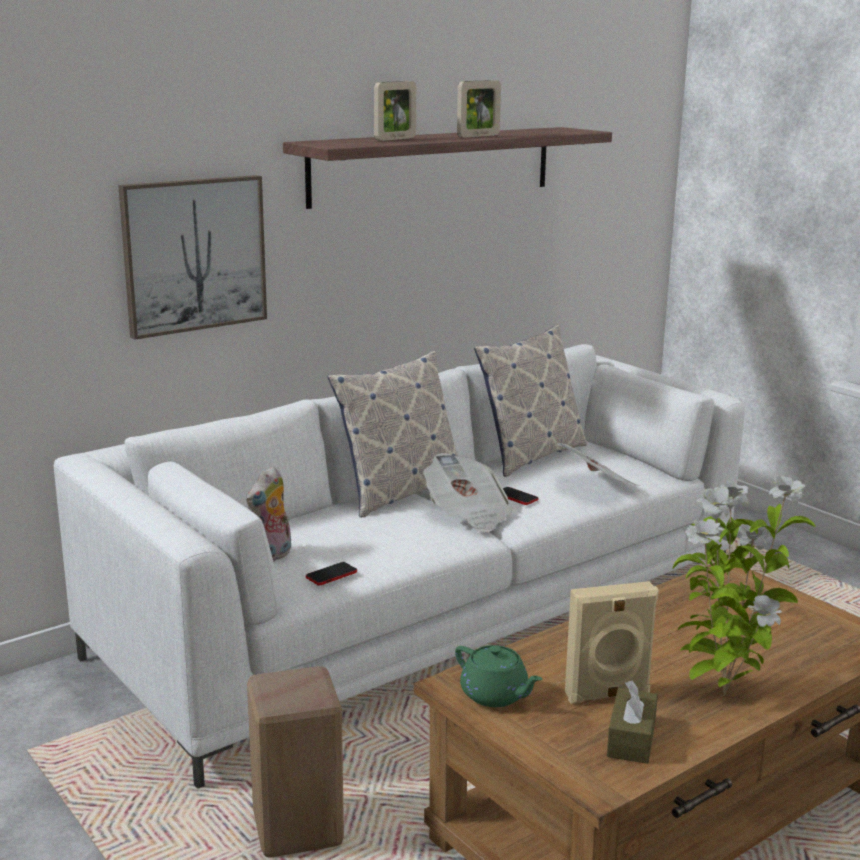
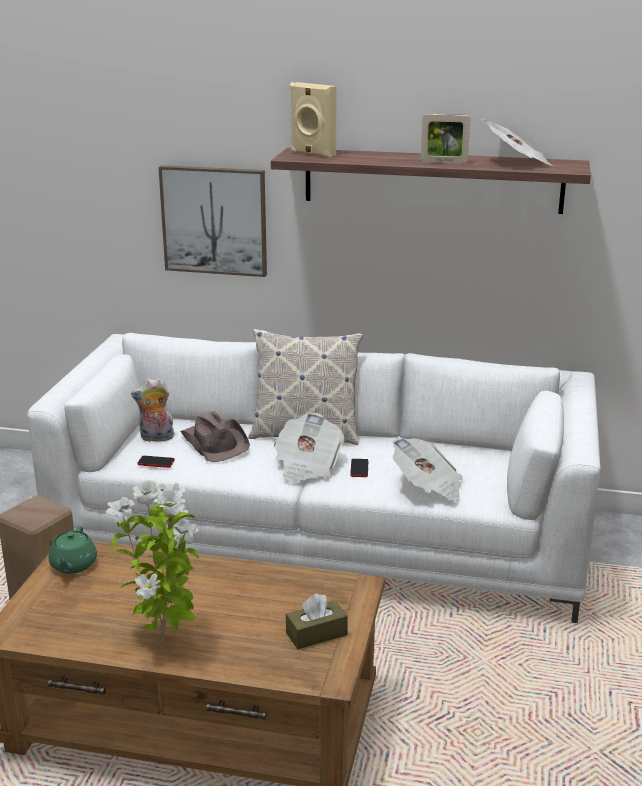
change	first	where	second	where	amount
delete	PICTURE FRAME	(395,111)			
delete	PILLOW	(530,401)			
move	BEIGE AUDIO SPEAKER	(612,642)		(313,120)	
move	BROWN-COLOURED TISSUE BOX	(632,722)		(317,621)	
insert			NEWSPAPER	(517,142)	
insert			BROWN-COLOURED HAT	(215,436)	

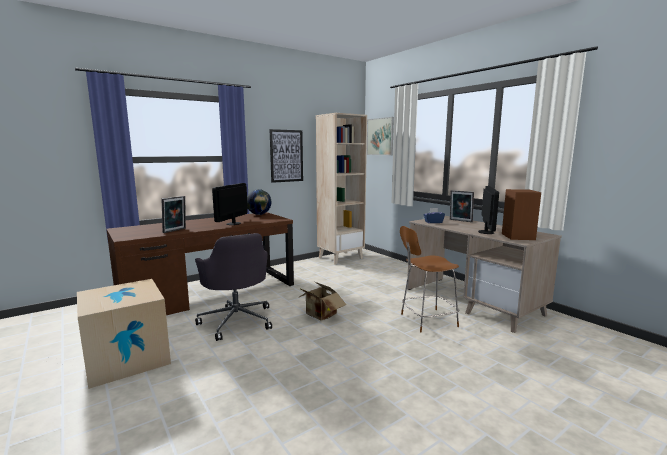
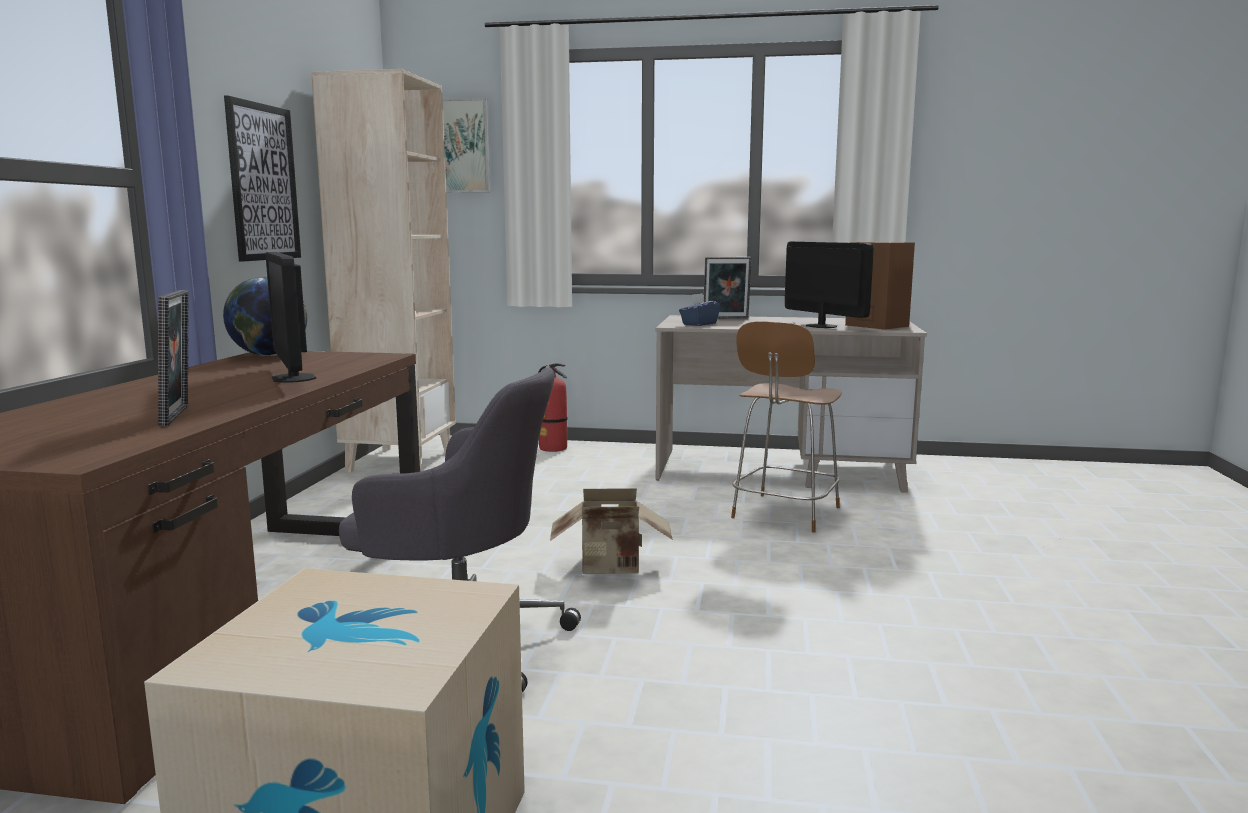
change	first	where	second	where	amount
insert			FIRE-FIGHTING CYLINDER	(552,407)	

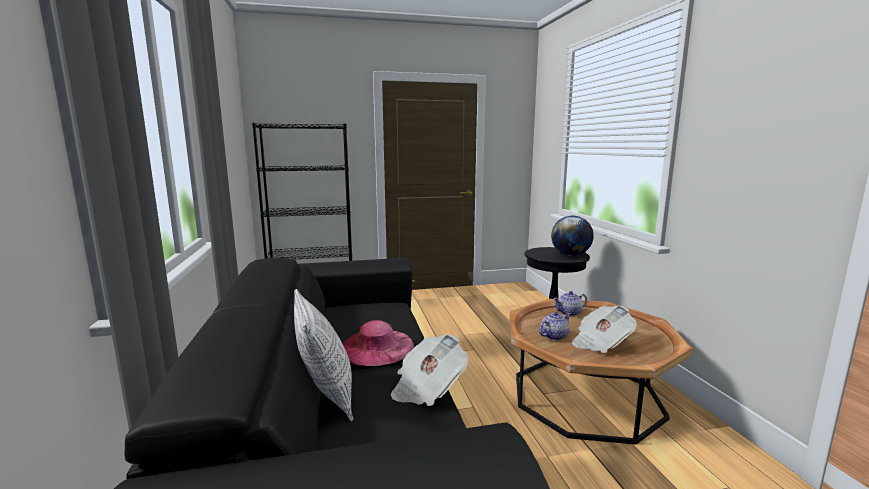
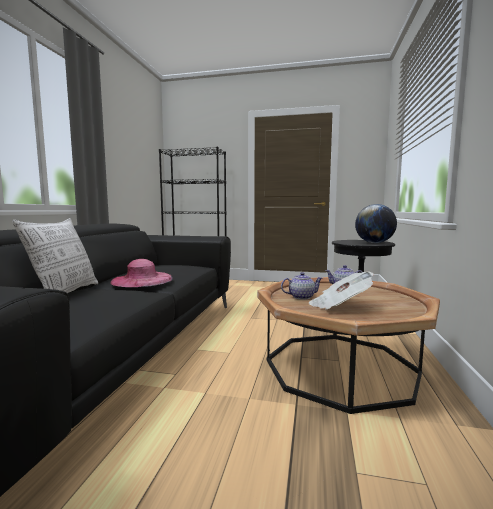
change	first	where	second	where	amount
delete	NEWSPAPER	(429,370)			

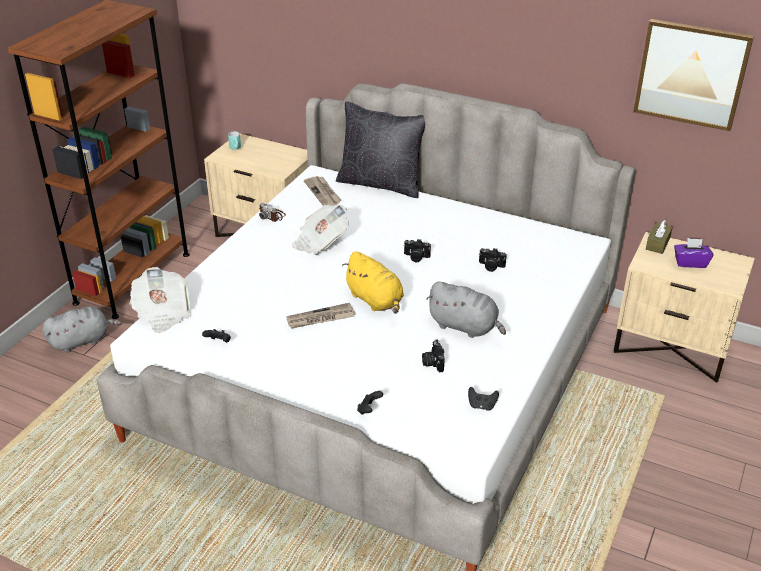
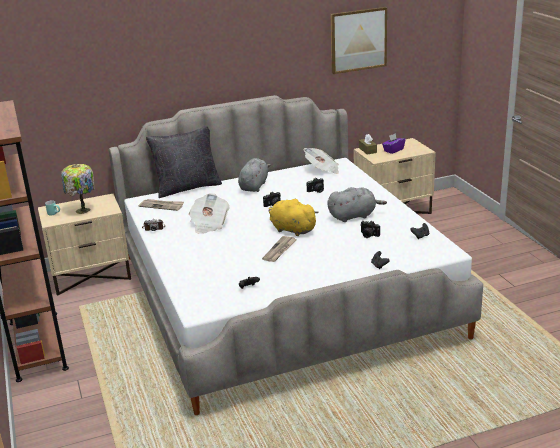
change	first	where	second	where	amount
rotate	YELLOW-COLOURED SOFT TOY	(373,282)		(294,217)	150 degrees counterclockwise
move	NEWSPAPER	(160,300)		(321,161)	
move	GREY SOFT TOY	(82,329)		(254,175)	
insert			LAMP FOR A TABLE	(78,189)	

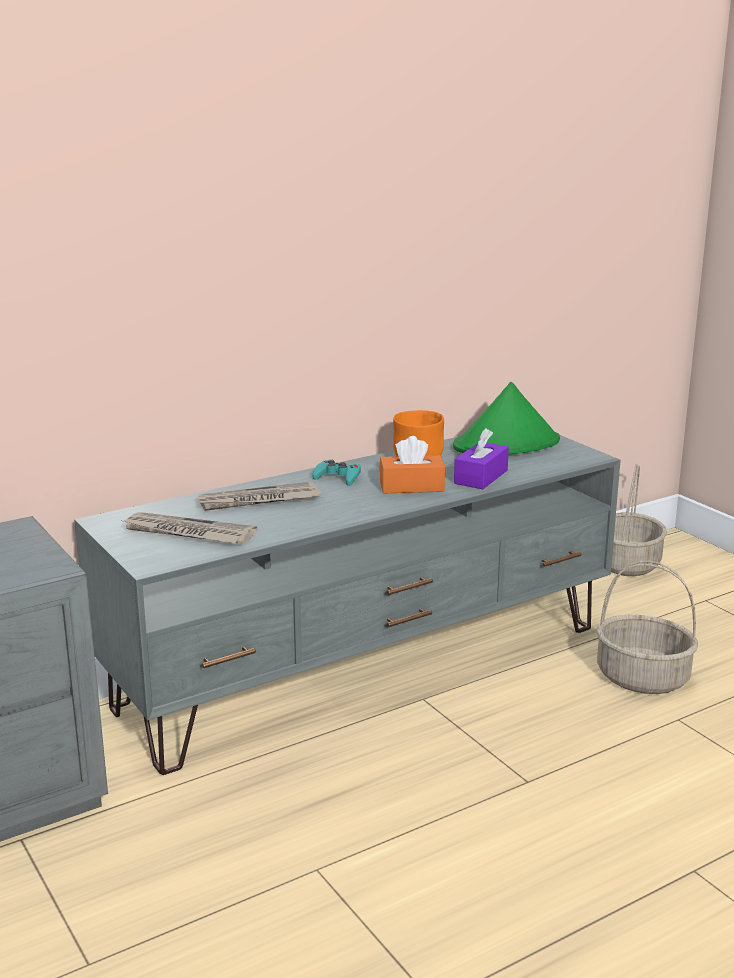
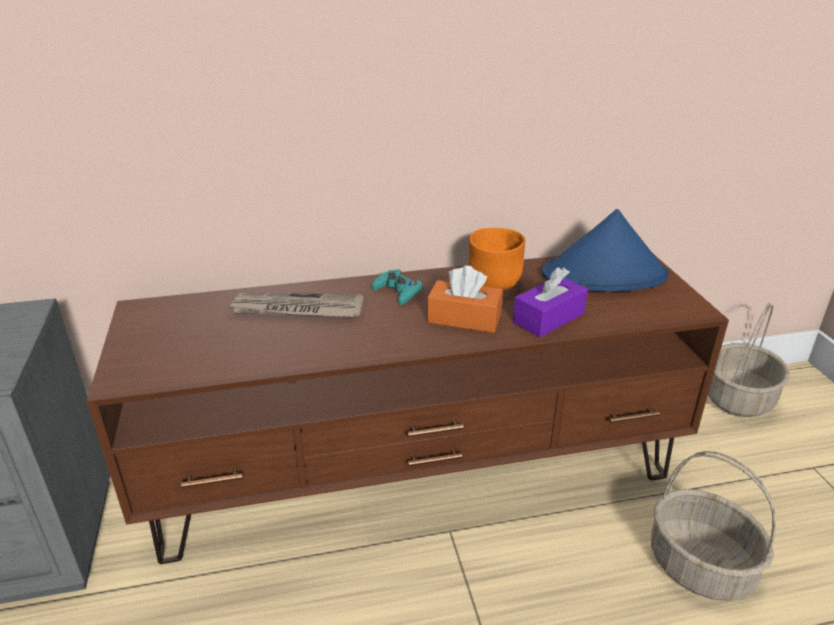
change	first	where	second	where	amount
recolor	GREENISH HAT	(506,418)	BLUE HAT	(605,250)	
recolor	GREY MEDIA CONSOLE	(347,605)	BROWN-COLOURED MEDIA CONSOLE	(408,410)	
delete	NEWSPAPER	(188,528)			

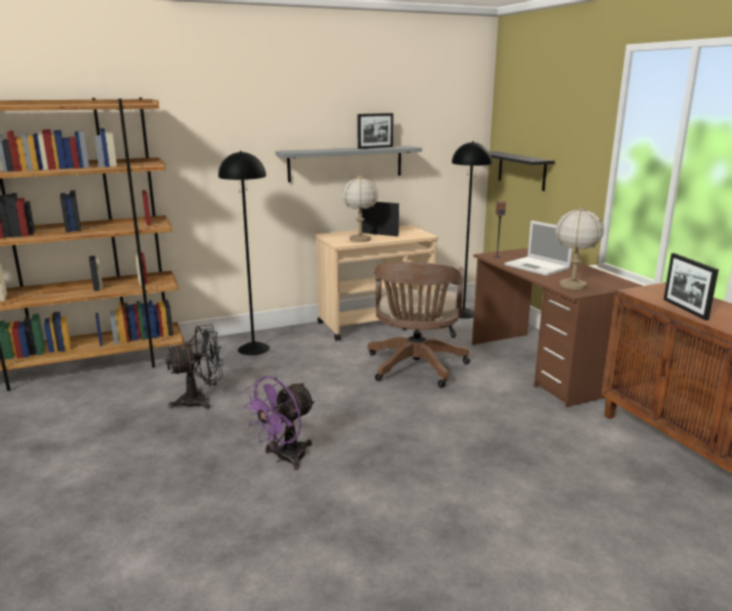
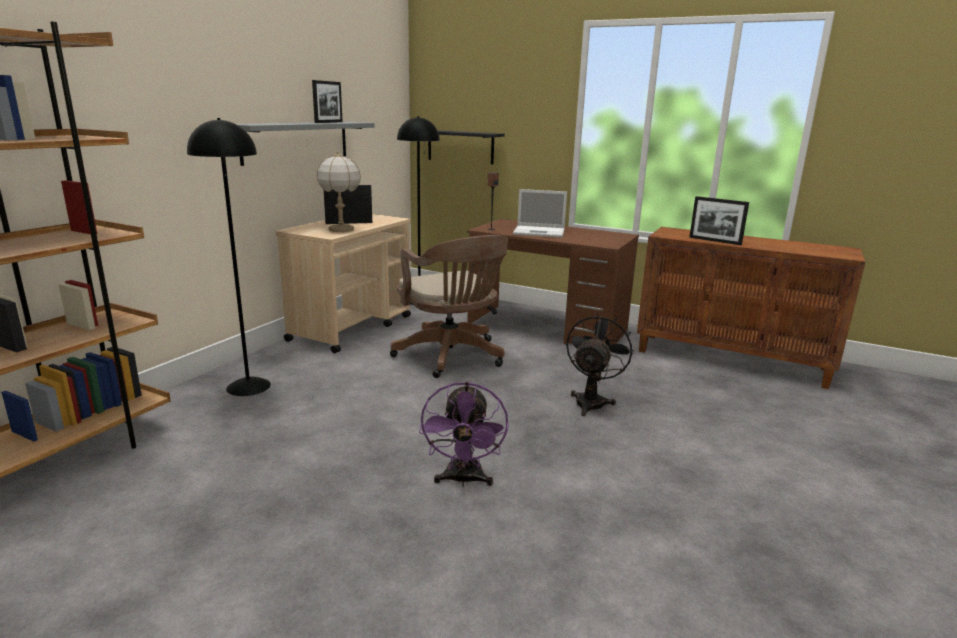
change	first	where	second	where	amount
delete	LAMP FOR A TABLE	(579,247)			
move	BLACK-COLOURED COOLING FAN	(194,366)		(600,364)	

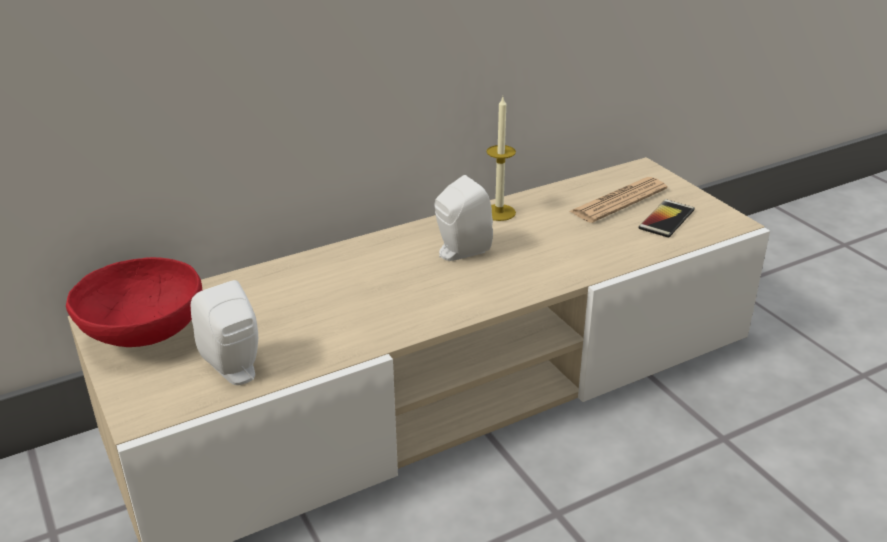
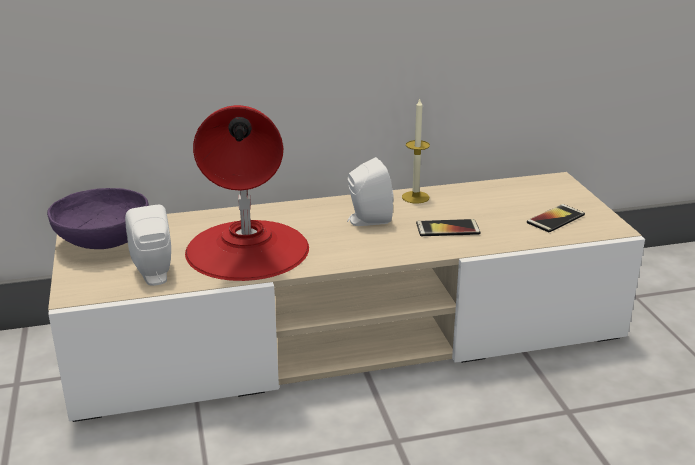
change	first	where	second	where	amount
delete	NEWSPAPER	(618,200)			
recolor	RED-COLOURED BOWL	(134,302)	PURPLE BOWL	(98,218)	
insert			RED-COLOURED LAMP FOR A TABLE	(247,193)	
insert			HANDSET	(448,227)	

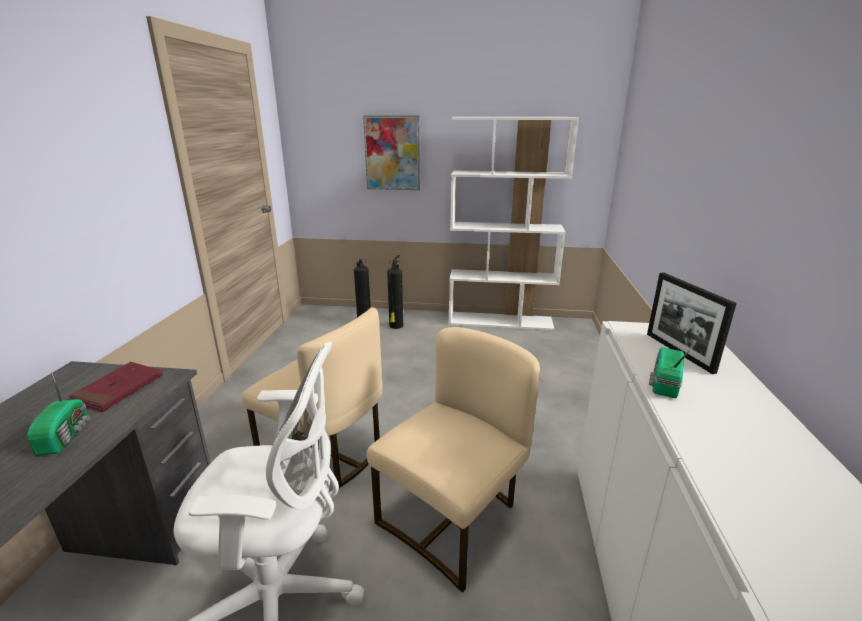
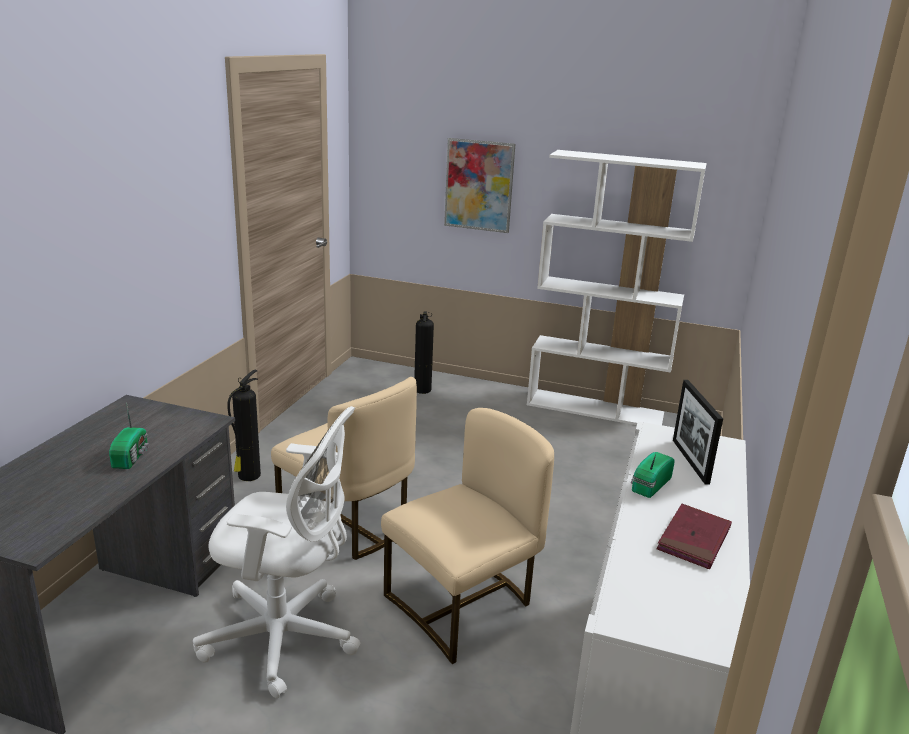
change	first	where	second	where	amount
move	FIRE-FIGHTING CYLINDER	(395,292)		(244,425)	
move	RED-COLOURED BOOK	(115,387)		(694,536)	

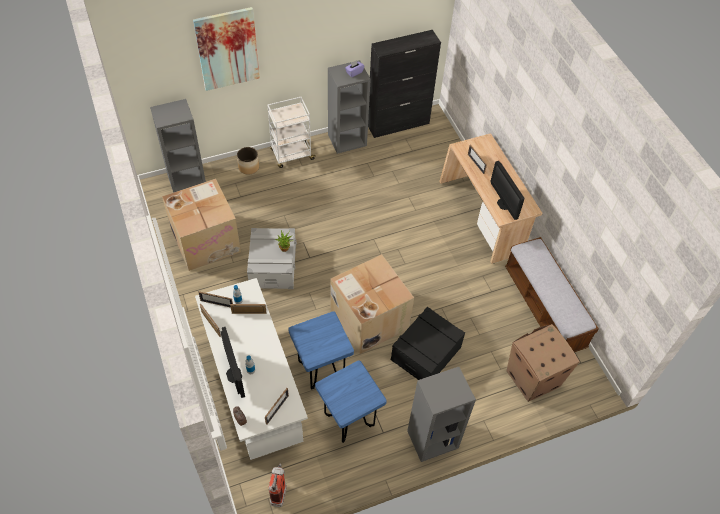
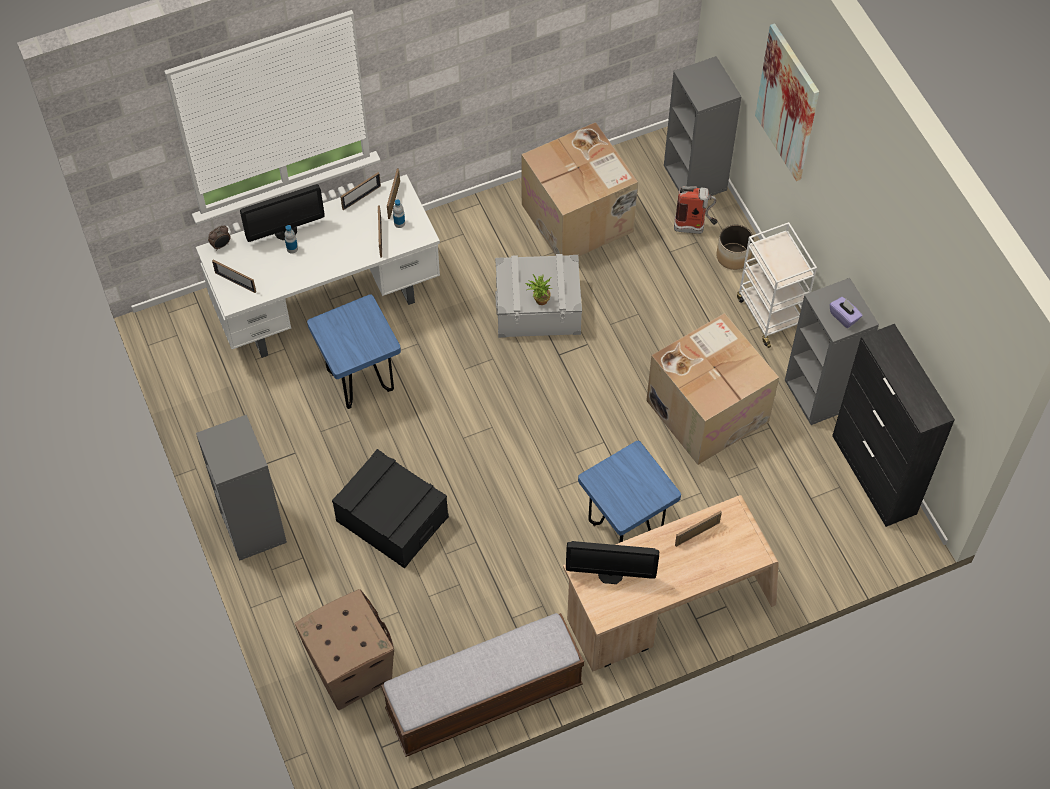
change	first	where	second	where	amount
rotate	COMPUTER SCREEN	(507,190)		(612,562)	150 degrees counterclockwise
move	PACKING BOX	(372,304)		(712,389)	
move	BLUE SITTING STOOL	(350,401)		(629,492)	
move	FIRE-FIGHTING CYLINDER	(278,485)		(696,210)	

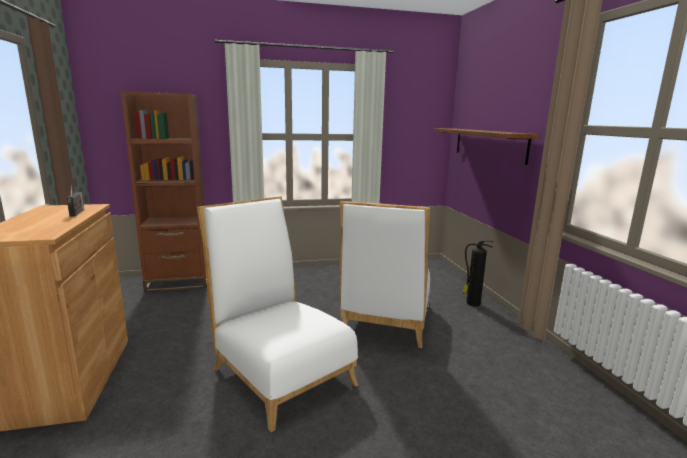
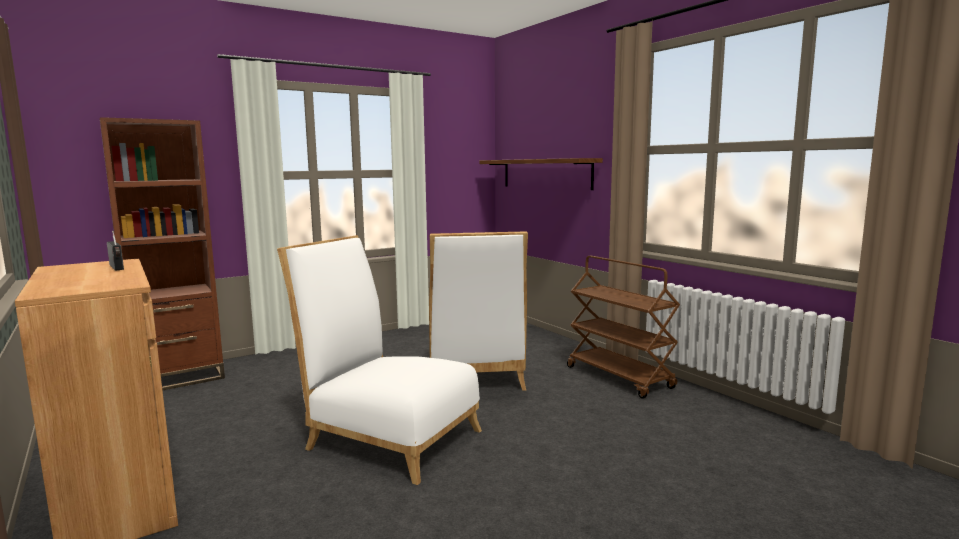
change	first	where	second	where	amount
delete	FIRE-FIGHTING CYLINDER	(478,273)			
insert			BROWN-COLOURED TROLLEY	(623,327)	

